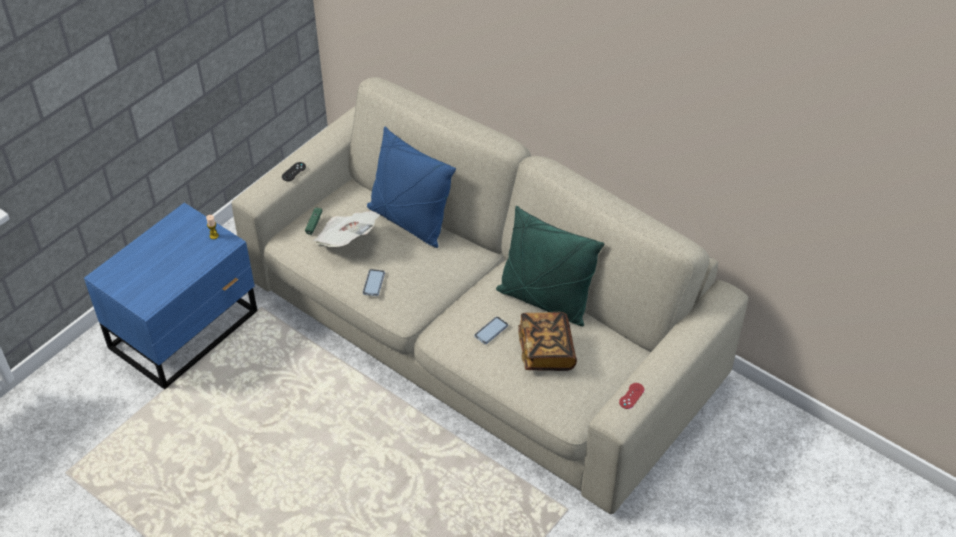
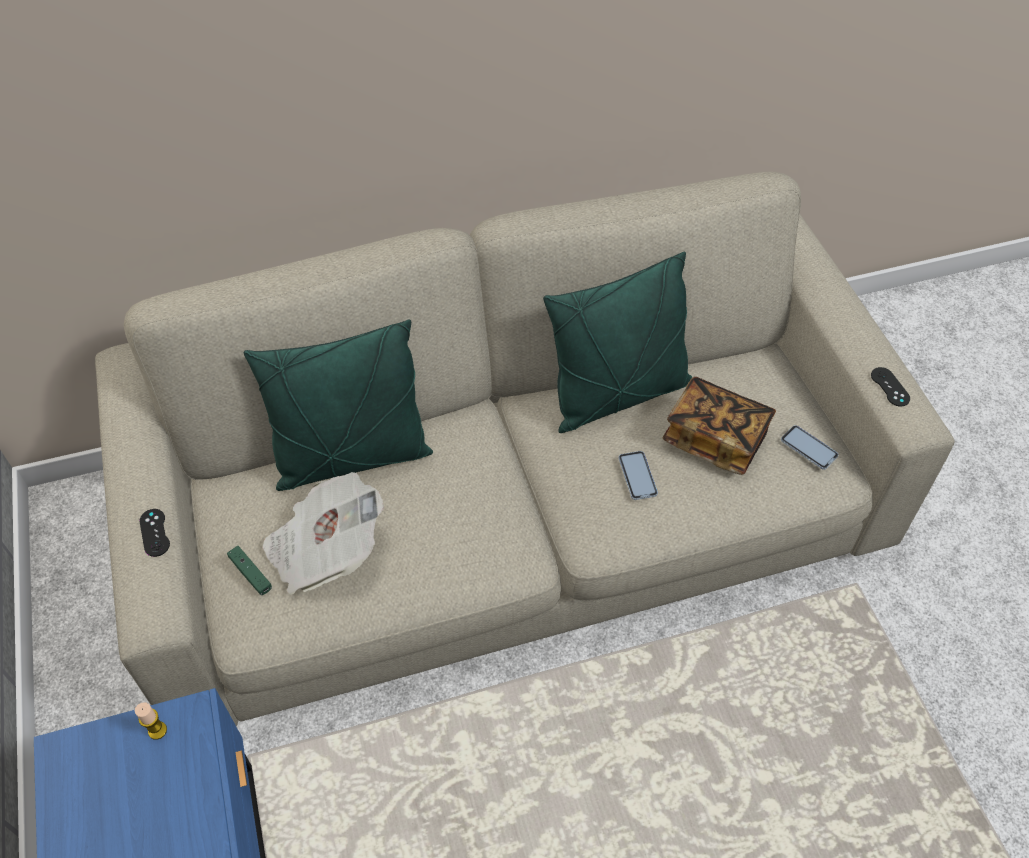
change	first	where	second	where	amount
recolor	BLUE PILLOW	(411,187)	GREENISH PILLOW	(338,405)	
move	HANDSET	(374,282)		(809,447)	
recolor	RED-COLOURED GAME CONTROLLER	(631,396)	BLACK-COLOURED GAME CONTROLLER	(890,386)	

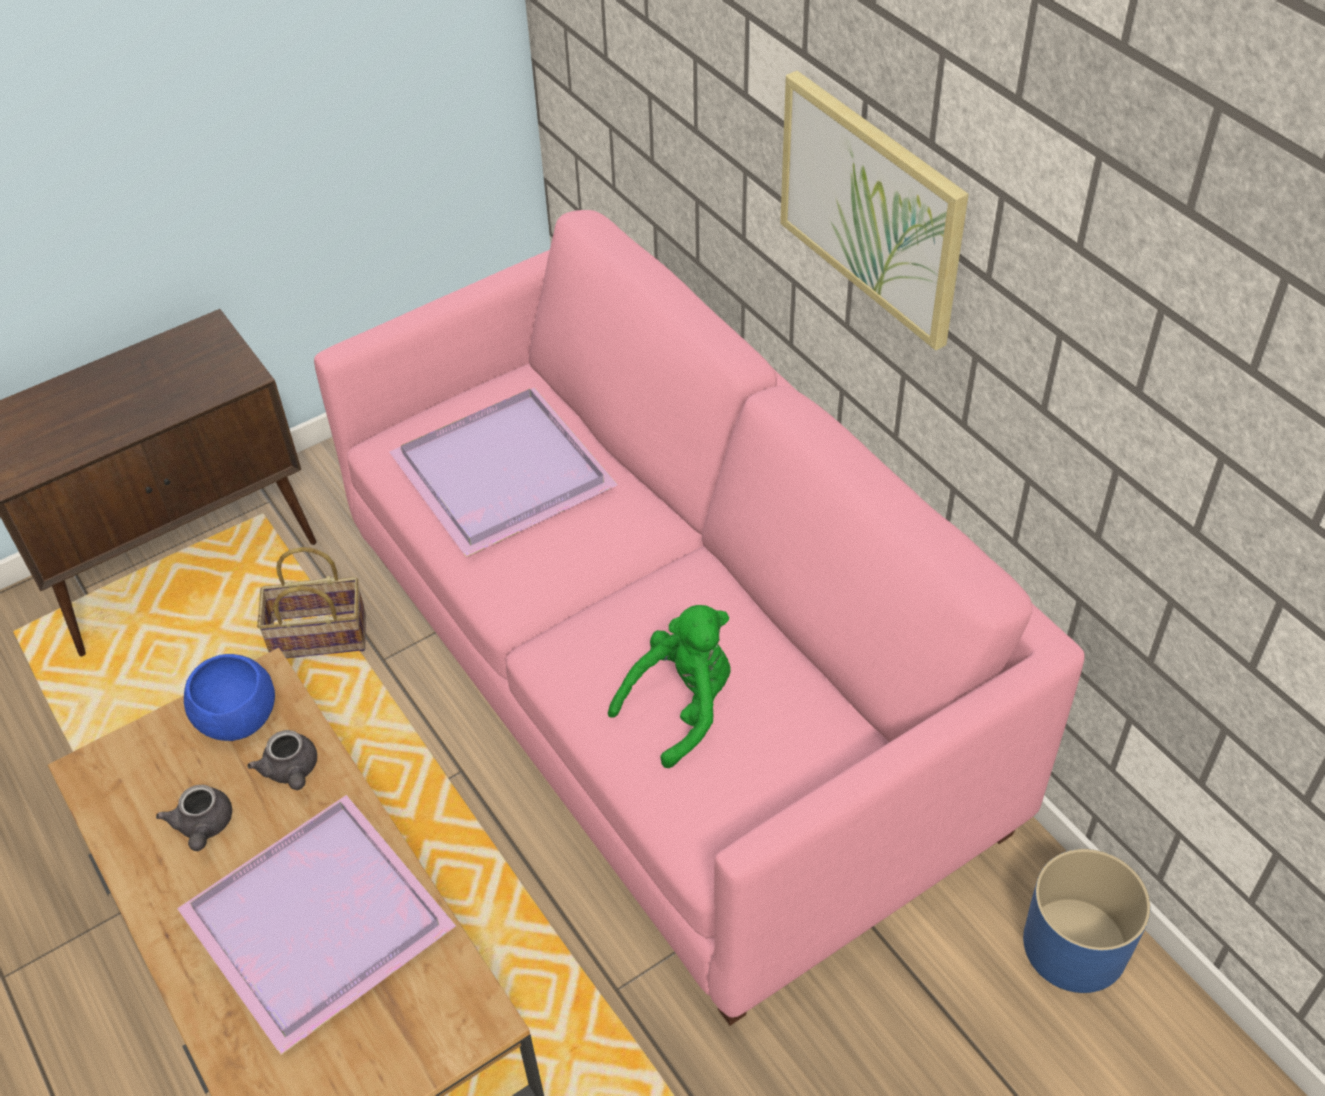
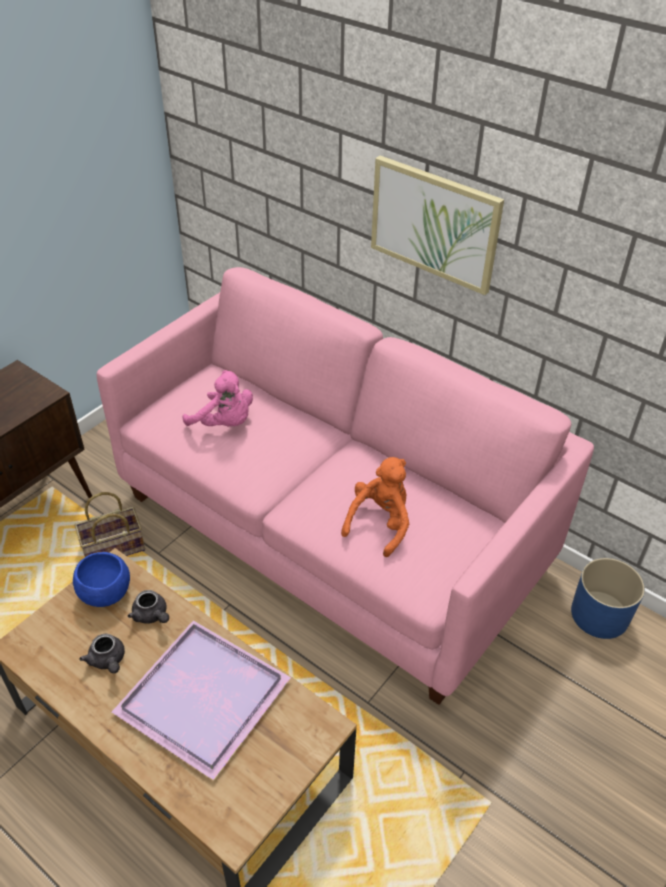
change	first	where	second	where	amount
replace	PURPLE TRAY	(503,472)	PINKISH SOFT TOY	(218,398)	
recolor	GREENISH SOFT TOY	(669,686)	ORANGEY SOFT TOY	(375,507)	

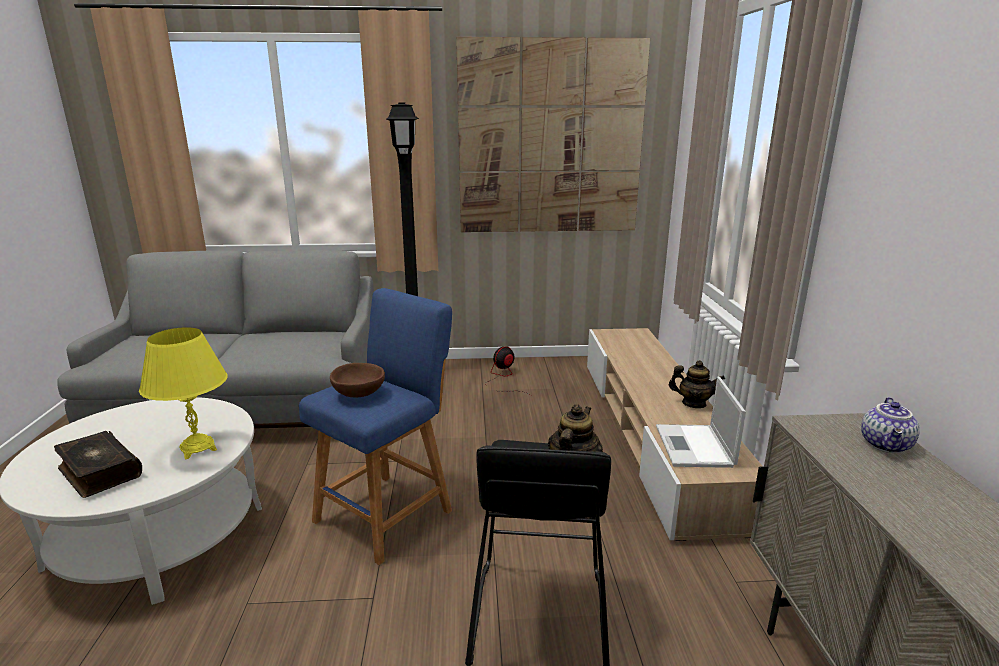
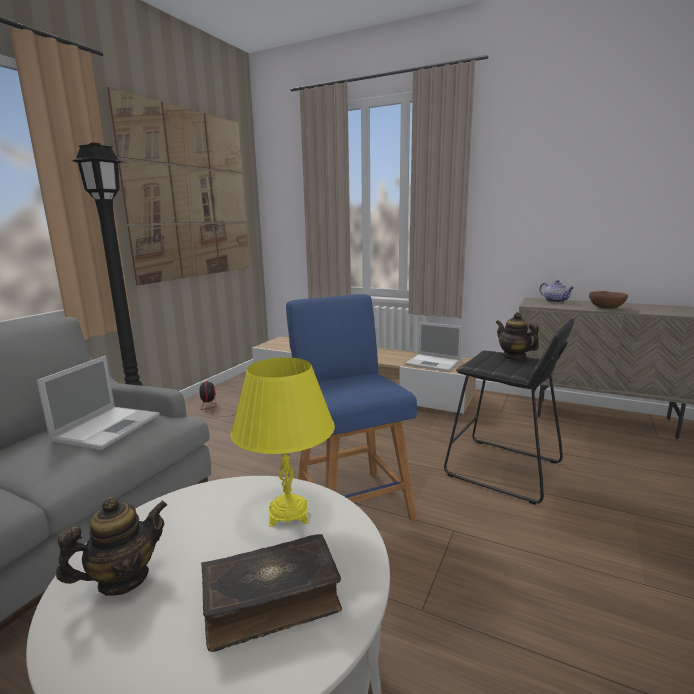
change	first	where	second	where	amount
move	POT FOR TEA	(697,384)		(111,546)	
move	BROWN-COLOURED BOWL	(357,380)		(608,300)	
insert			LAPTOP	(98,403)	

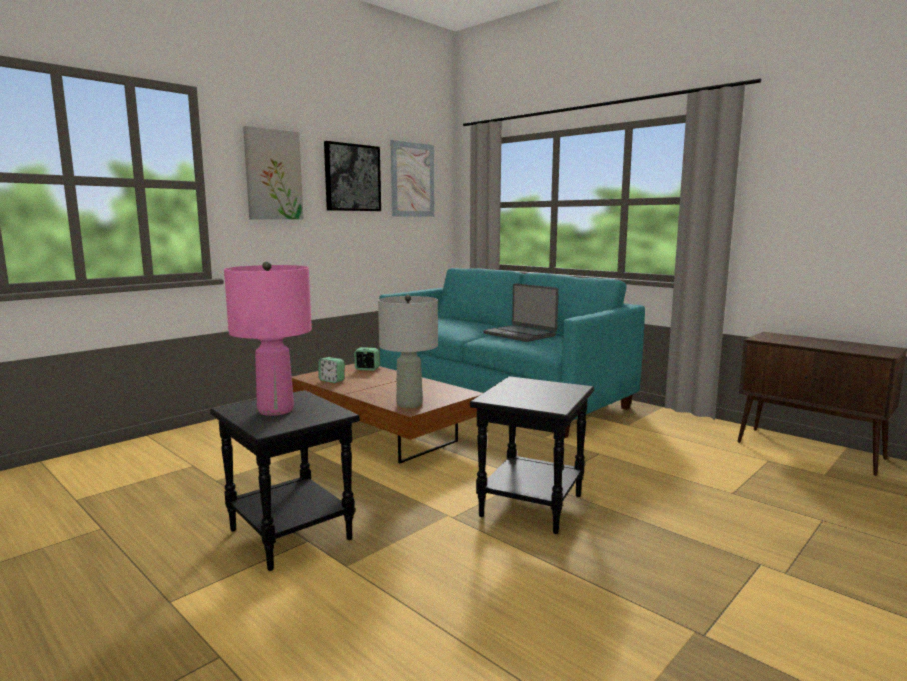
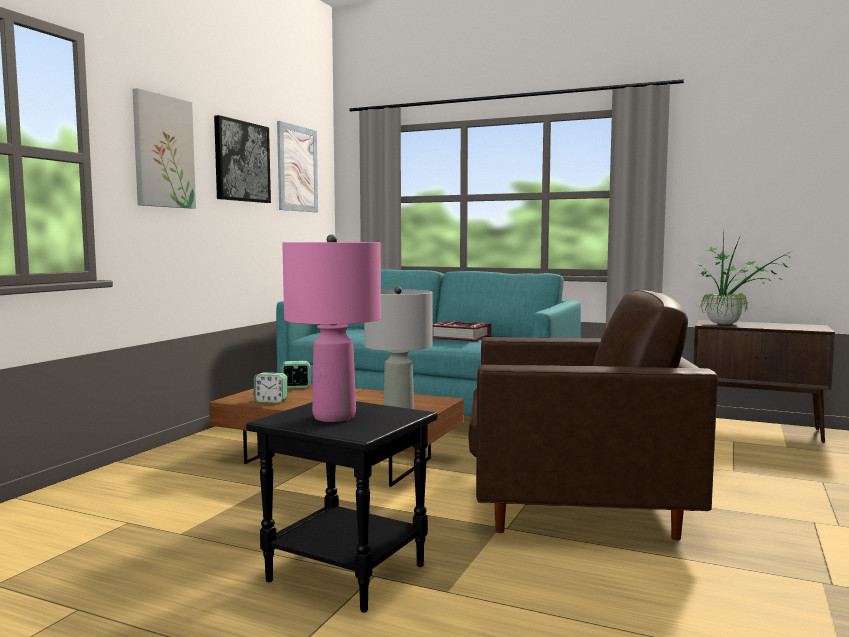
change	first	where	second	where	amount
replace	LAPTOP	(521,312)	BOOK	(462,331)	
replace	BLACK-COLOURED ACCENT TABLE	(532,455)	BROWN-COLOURED ARMCHAIR	(593,415)	
insert			HOUSEPLANT	(741,280)	

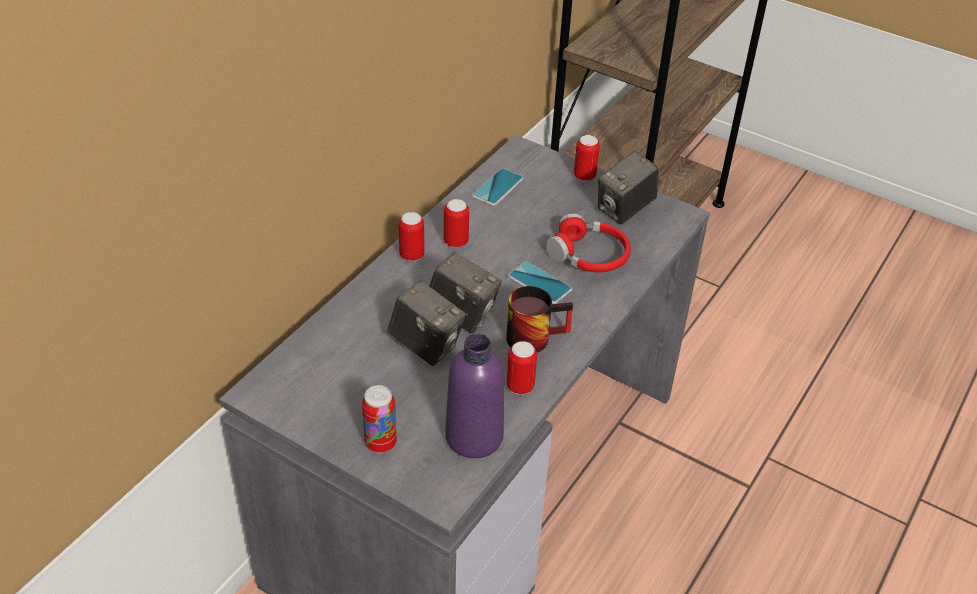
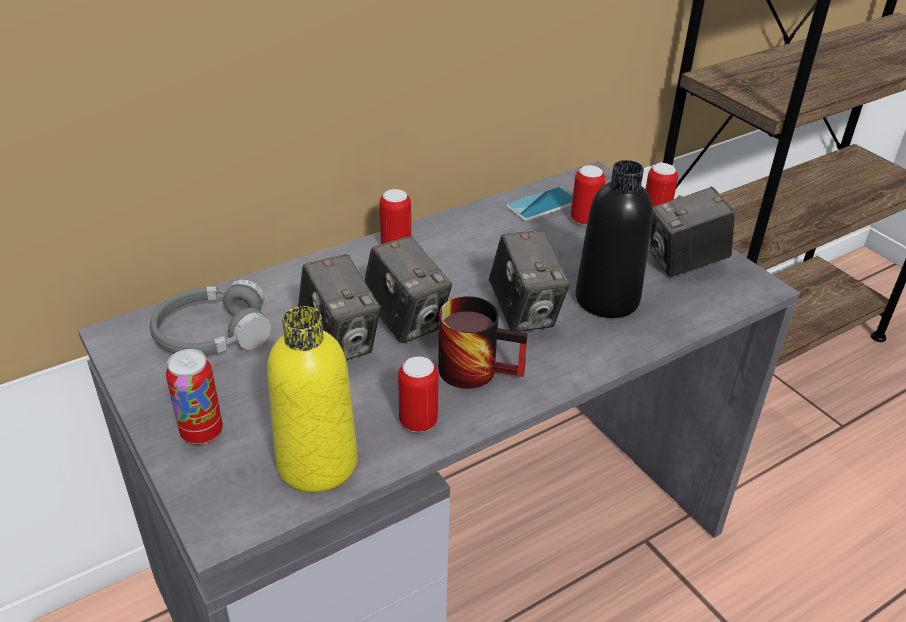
change	first	where	second	where	amount
move	SEALED CAN	(456,223)		(588,195)	
replace	RED-COLOURED PAIR OF HEADPHONES	(588,242)	BLACK-COLOURED BEVERAGE BOTTLE	(614,239)	
replace	HANDSET	(540,282)	PHOTO CAMERA	(529,281)	
recolor	PURPLE BEVERAGE BOTTLE	(474,396)	YELLOW-COLOURED BEVERAGE BOTTLE	(312,399)	
insert			GREY PAIR OF HEADPHONES	(210,317)	

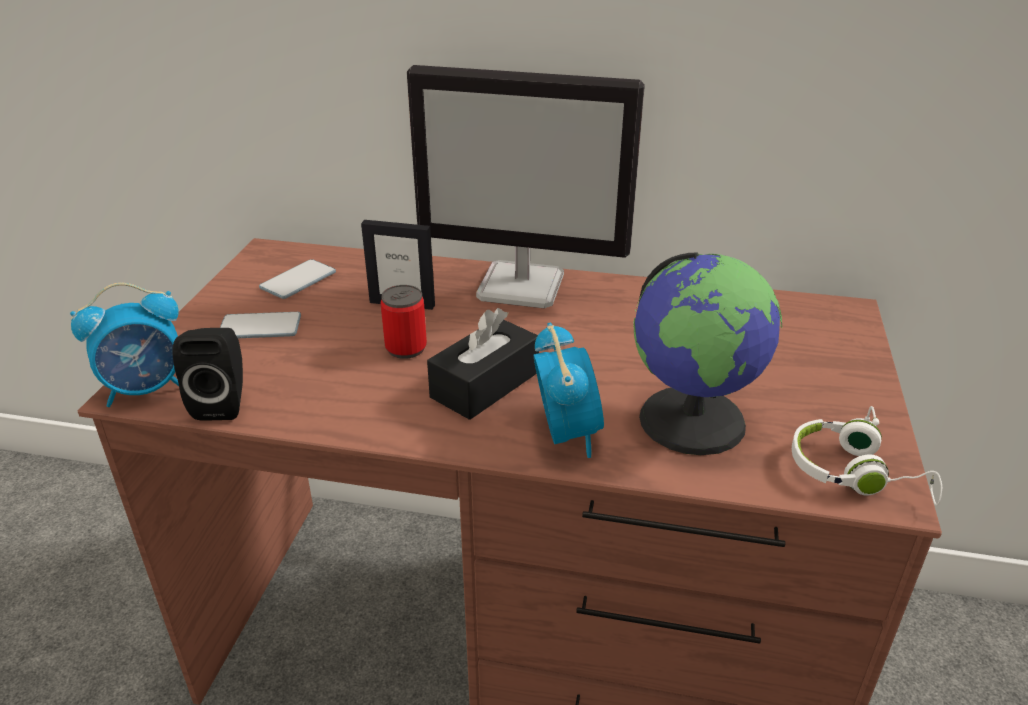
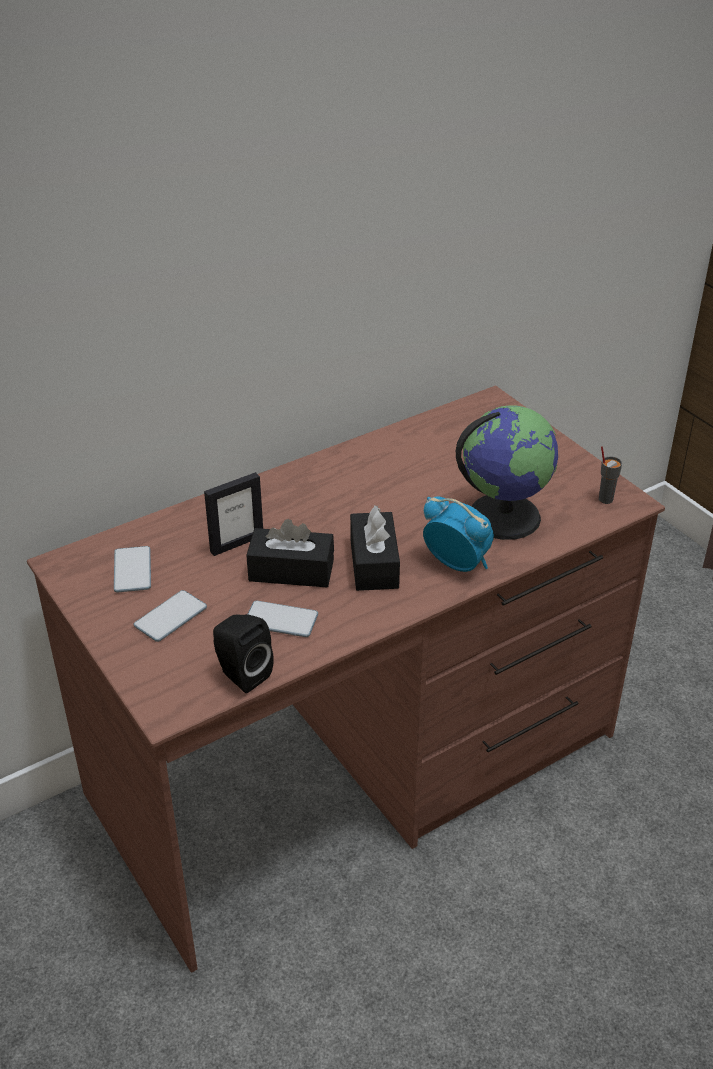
change	first	where	second	where	amount
delete	COMPUTER SCREEN	(526,186)			
delete	BEDSIDE CLOCK	(124,345)			
replace	SEALED CAN	(404,322)	BLACK-COLOURED TISSUE BOX	(290,553)	
replace	WHITE-COLOURED PAIR OF HEADPHONES	(867,456)	GREY DRINKING CUP	(610,475)	
insert			HANDSET	(283,619)	

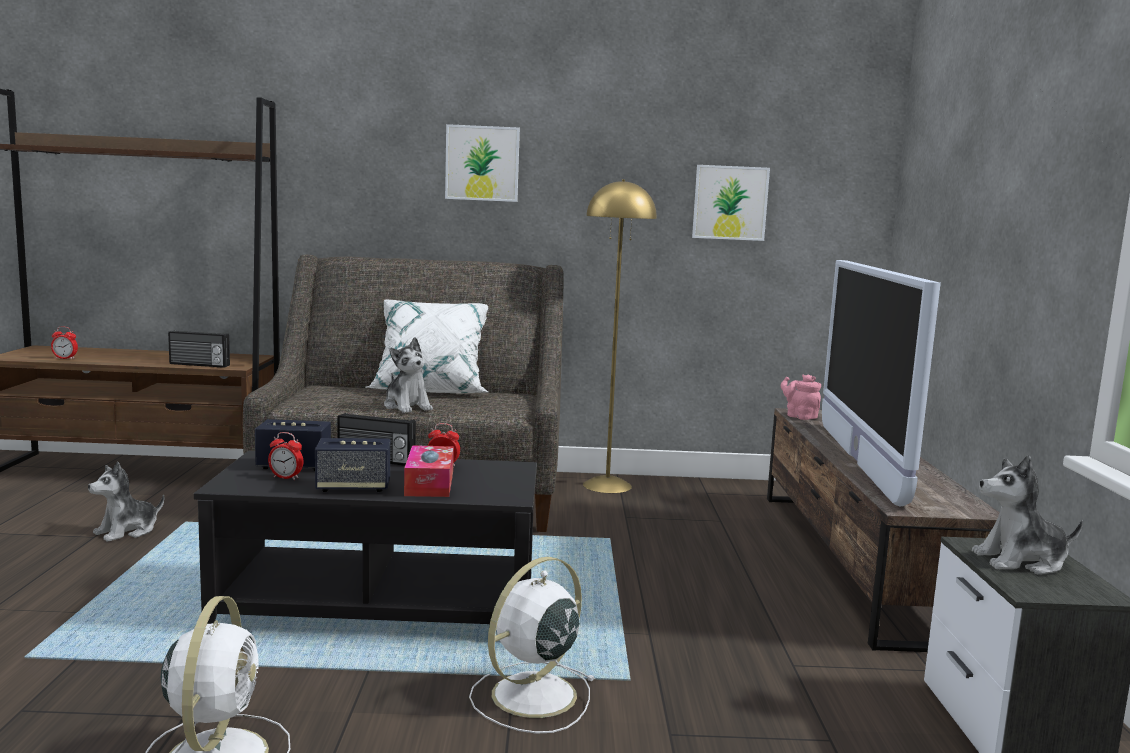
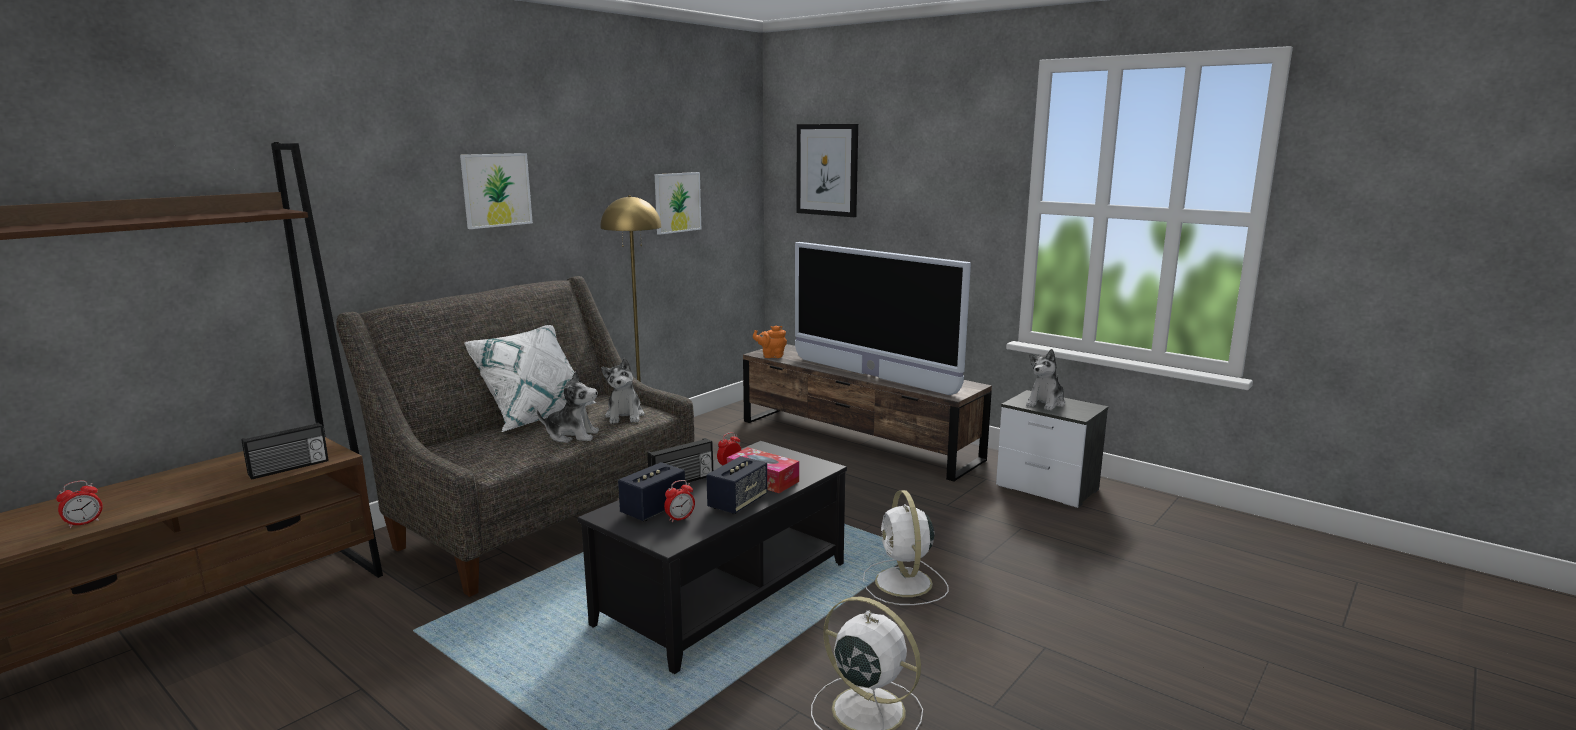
change	first	where	second	where	amount
recolor	PINKISH POT FOR TEA	(801,397)	ORANGEY POT FOR TEA	(770,342)	
move	SOFT TOY	(126,501)		(623,391)	
insert			WALL PICTURE	(827,170)	

